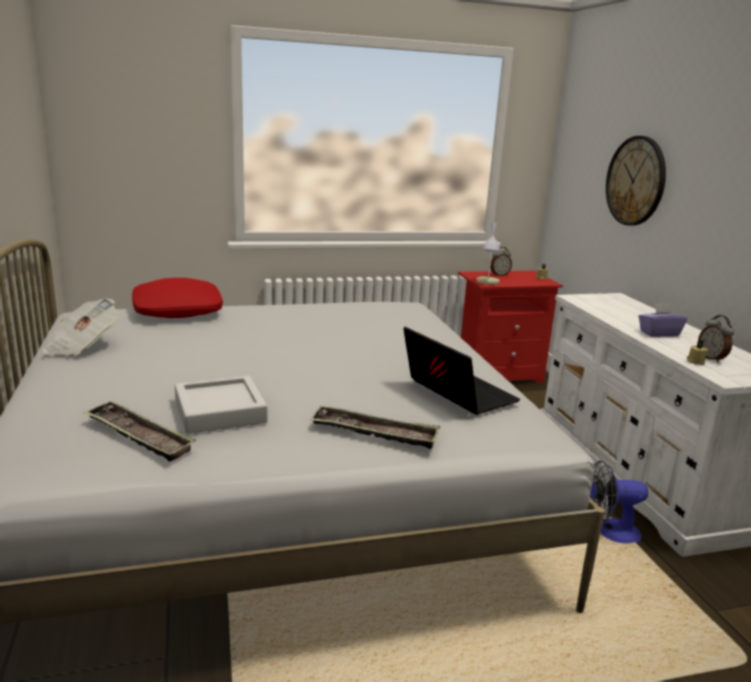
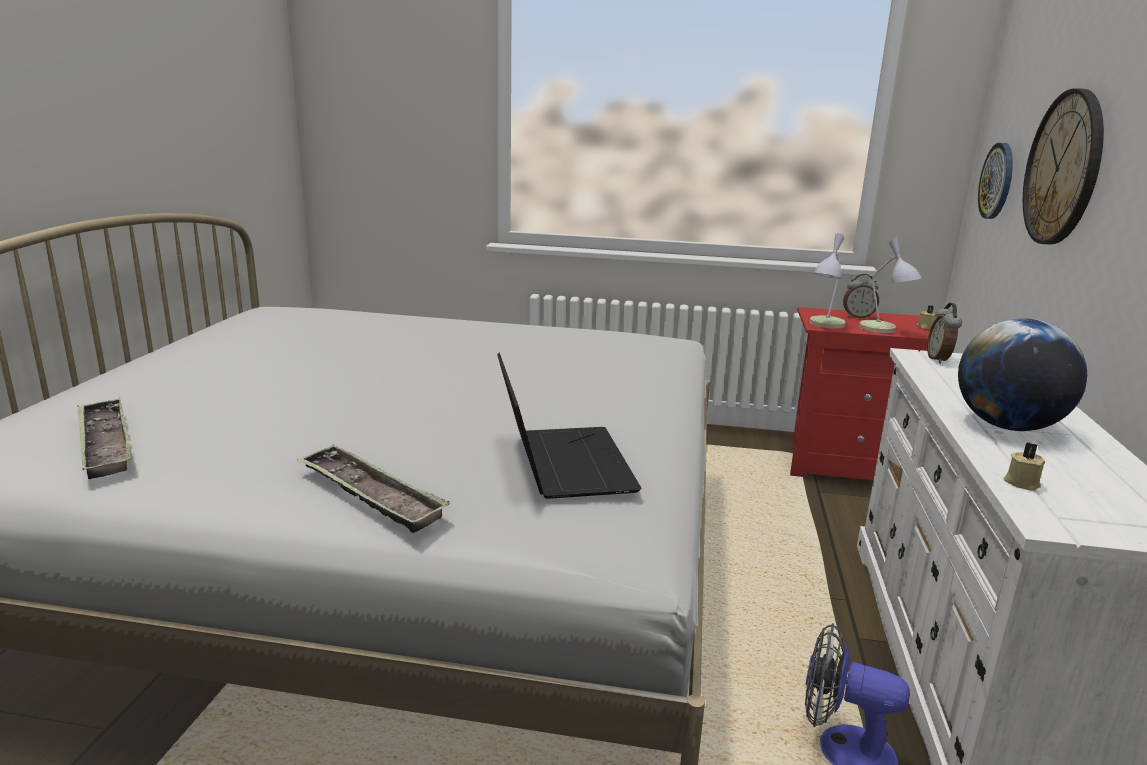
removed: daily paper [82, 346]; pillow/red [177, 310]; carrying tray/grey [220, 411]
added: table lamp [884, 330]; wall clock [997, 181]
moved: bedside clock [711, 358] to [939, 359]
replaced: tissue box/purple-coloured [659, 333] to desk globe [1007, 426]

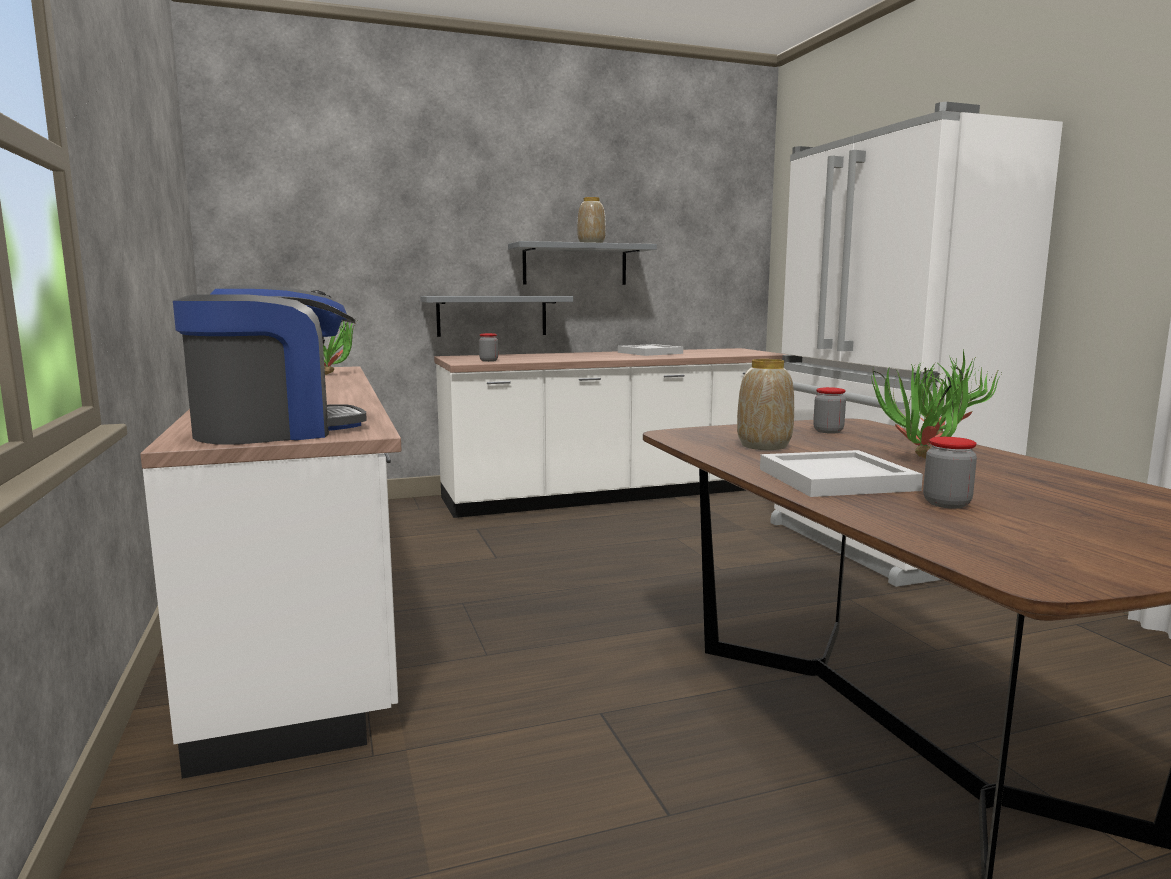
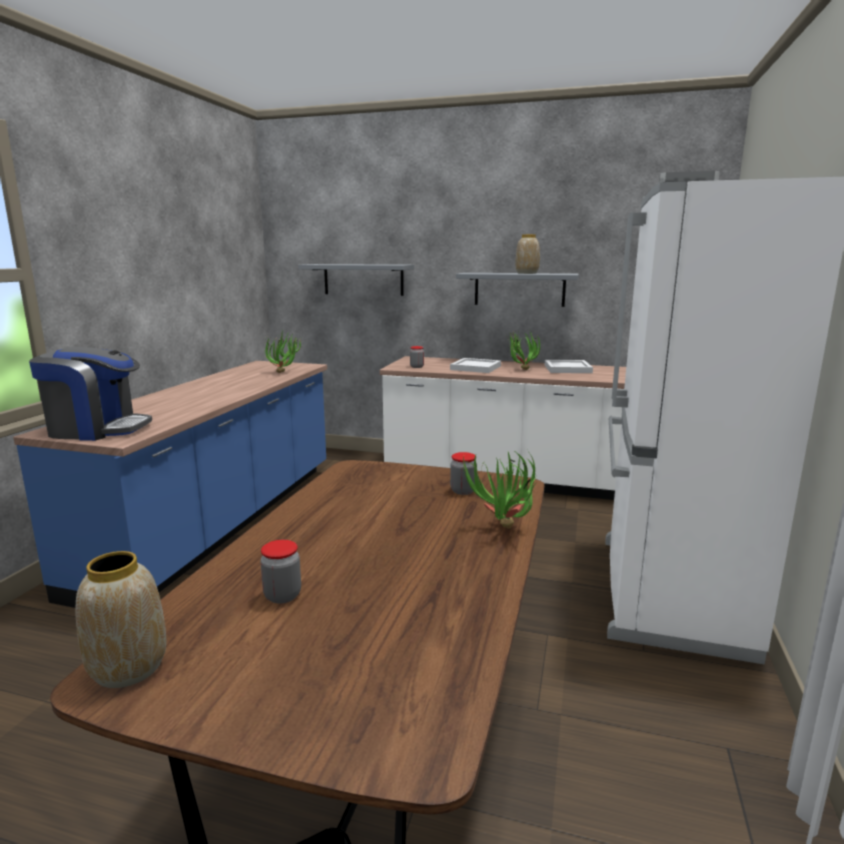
moved: flower vase [764, 446] to [128, 668]; wall shelf/grey [492, 316] to [363, 279]; carrying tray/whitish [838, 479] to [476, 368]; plant in a pot [917, 460] to [520, 370]
recoloured: counter/whitish [306, 610] to counter/bluish [221, 522]

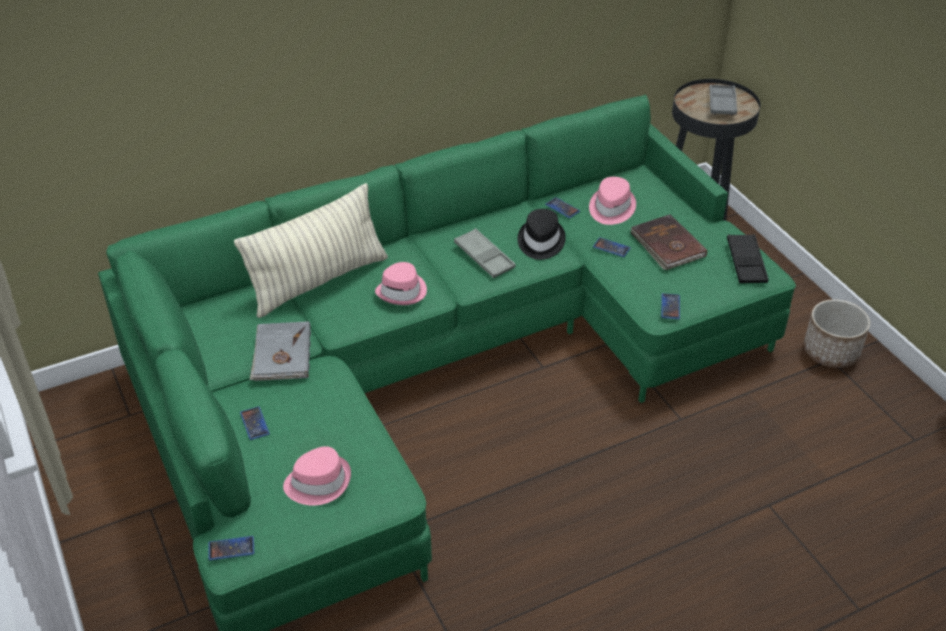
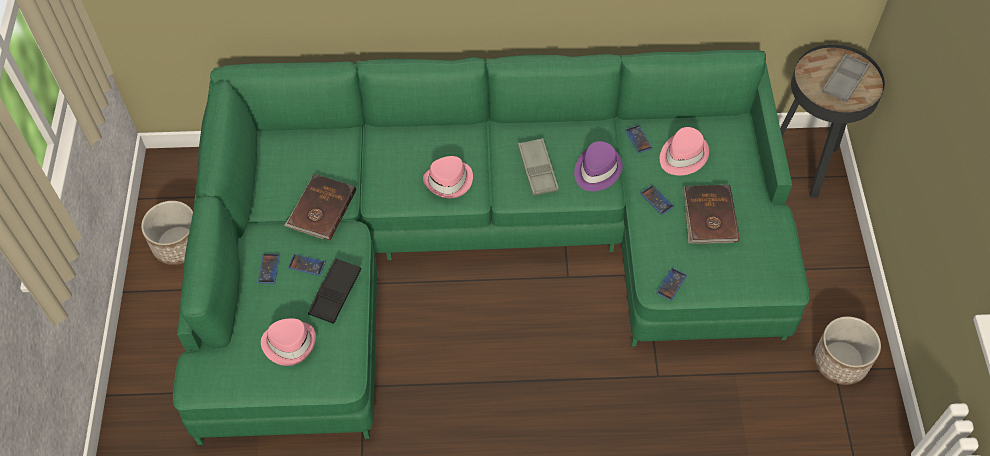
removed: pillow [318, 281]
added: flower pot [178, 244]
moved: handset [231, 548] to [306, 265]; carrying tray/black [746, 263] to [335, 293]
recoloured: book/grey [281, 354] to book/brownish [321, 209]; hat/black [540, 241] to hat/purple-coloured [596, 170]

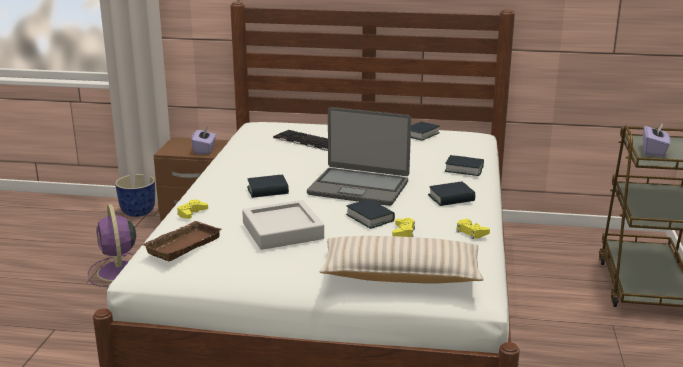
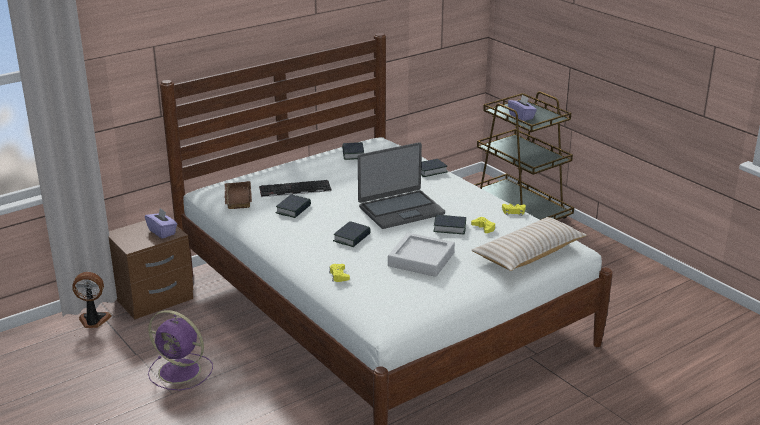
moved: carrying tray/brownish [182, 244] to [236, 198]; book [451, 198] to [293, 209]
replaced: flower pot [137, 212] to fan [93, 321]

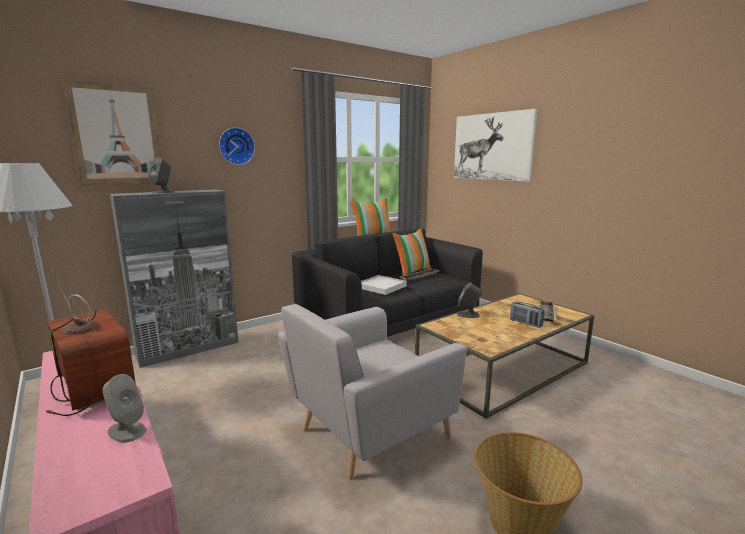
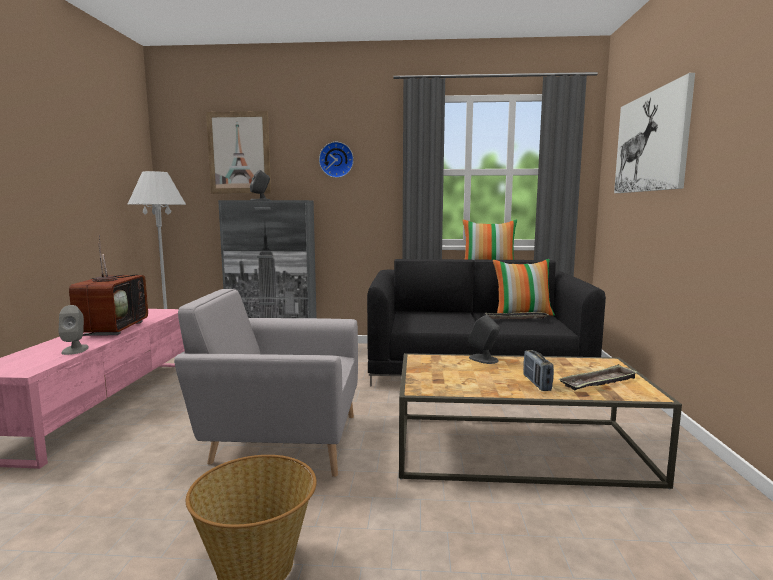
removed: carrying tray/whitish [382, 287]

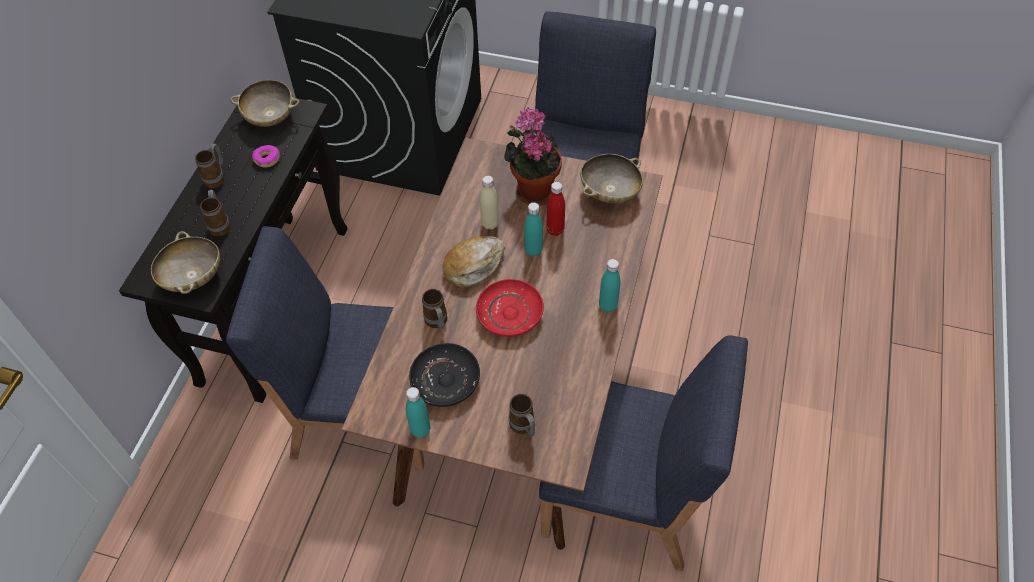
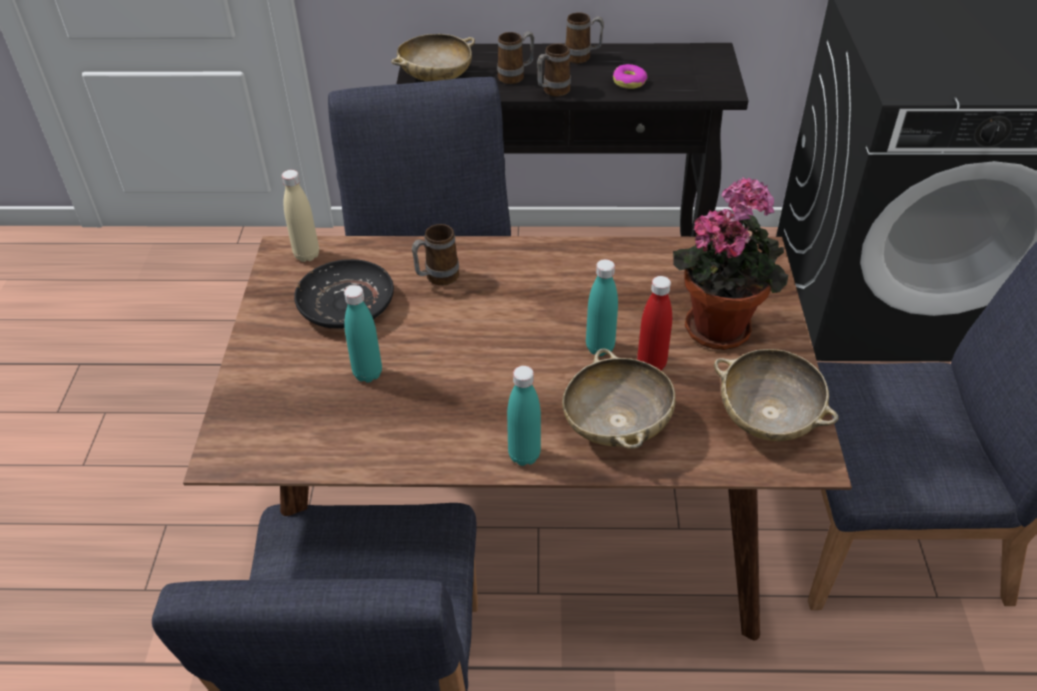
removed: baked bread [473, 265]; dinner plate/red [510, 314]
moved: drink bottle/beige [490, 224] to [307, 255]; drink bottle/turquoise [420, 430] to [368, 373]; tea mug [524, 427] to [552, 92]; serving bowl/beige [270, 117] to [616, 425]

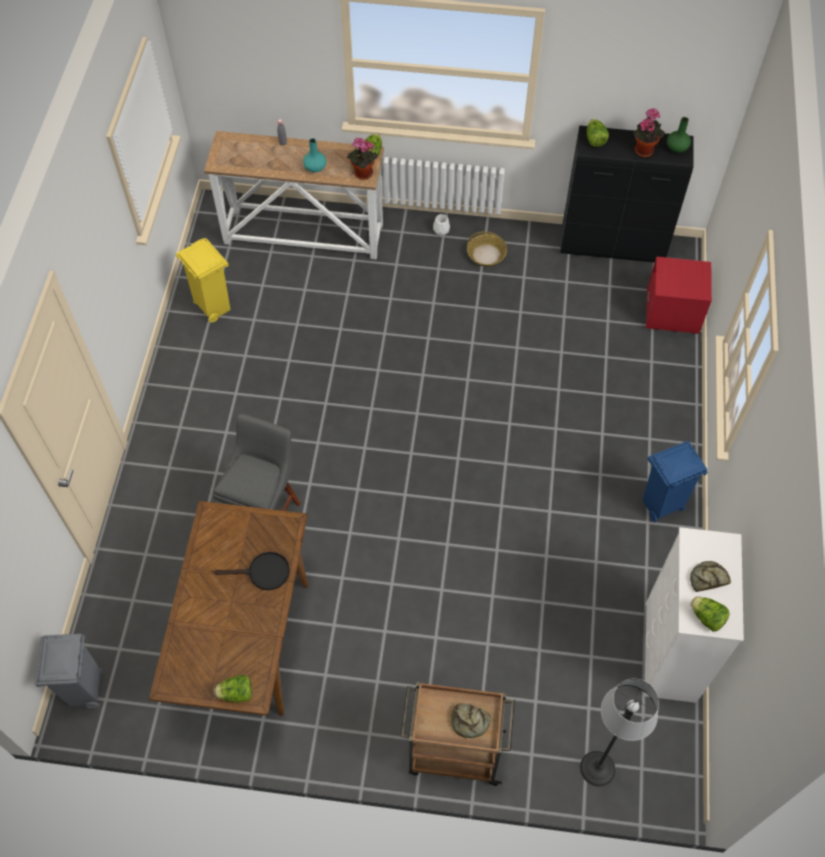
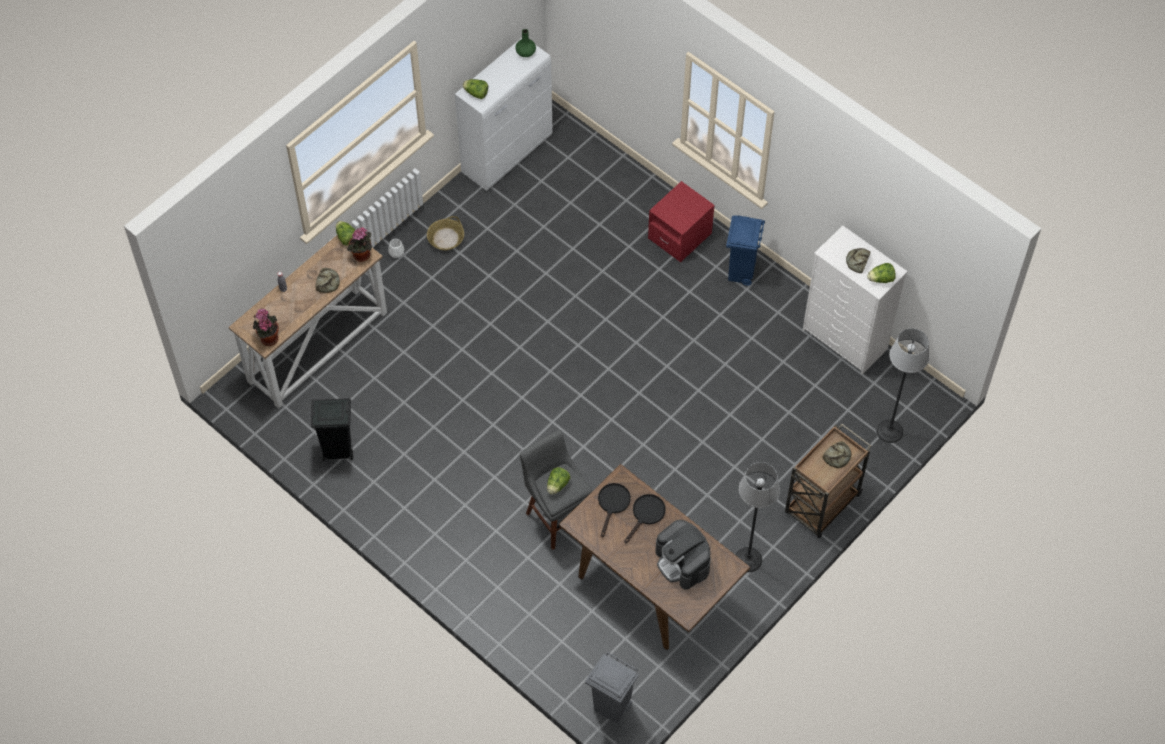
added: pan/black [613, 504]; coffee brewer [682, 562]; floor lamp [748, 559]
moved: plant in a pot [644, 149] to [268, 337]; head of lettuce [236, 693] to [557, 485]; bedside table/red [672, 312] to [680, 236]
replaced: flower vase/turquoise [315, 167] to baked bread [328, 282]
recoloured: waste bin/yellow [213, 307] to waste bin/black [337, 450]; storage cabinet/black [613, 245] to storage cabinet/whitish [507, 154]

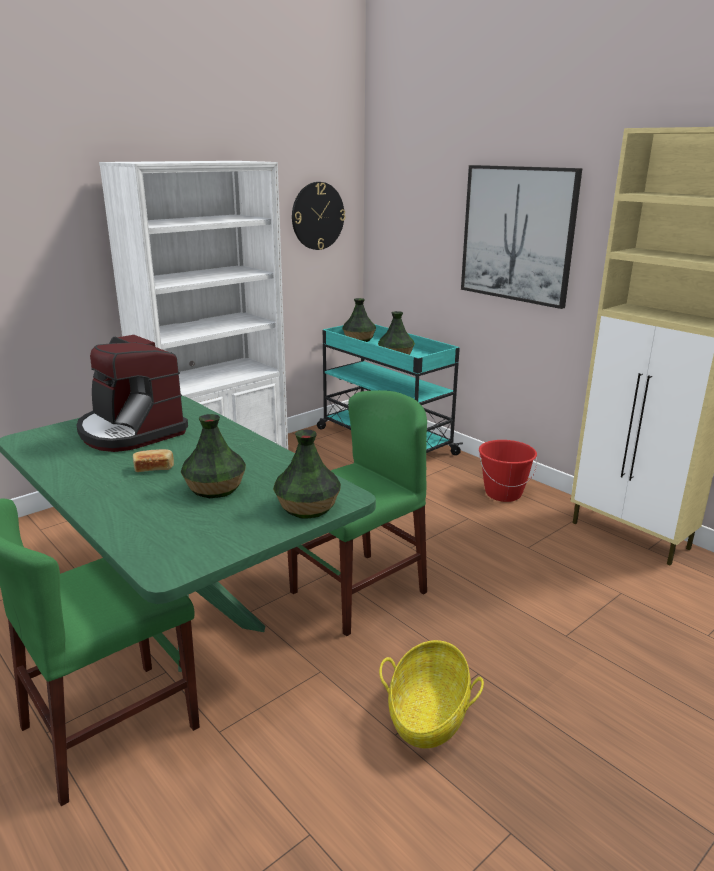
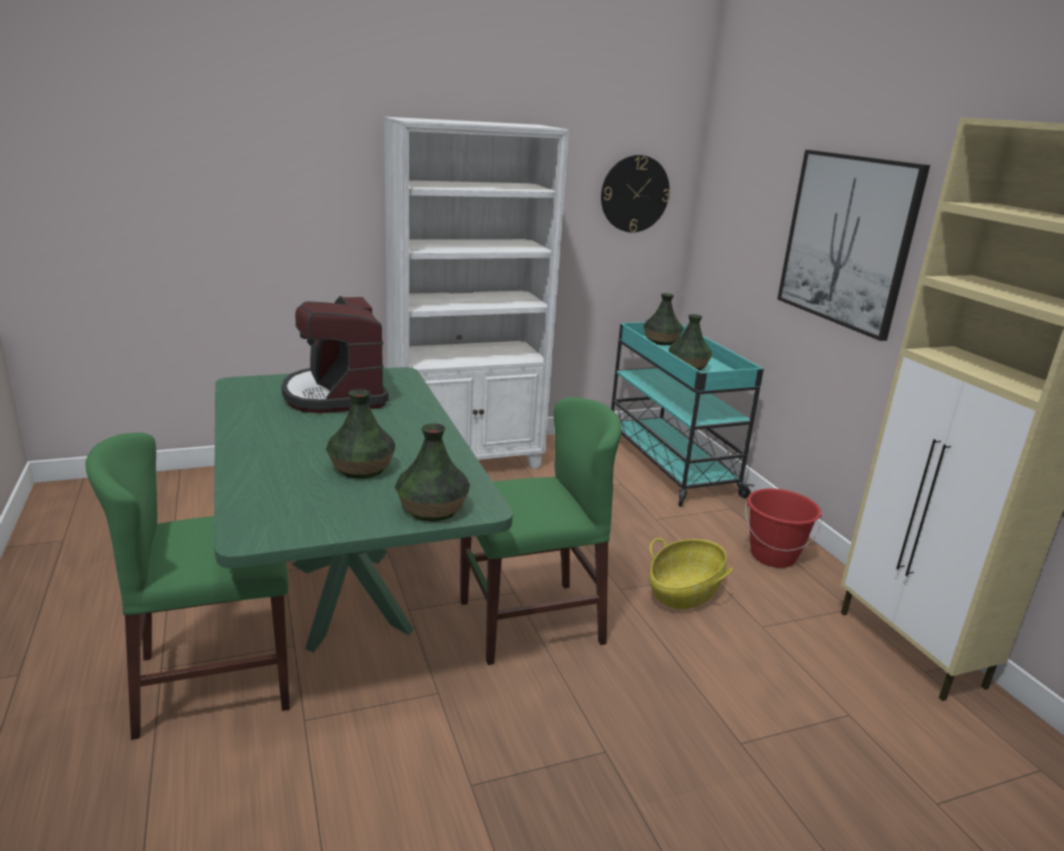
removed: baked bread [154, 468]
moved: basket [428, 715] to [684, 592]

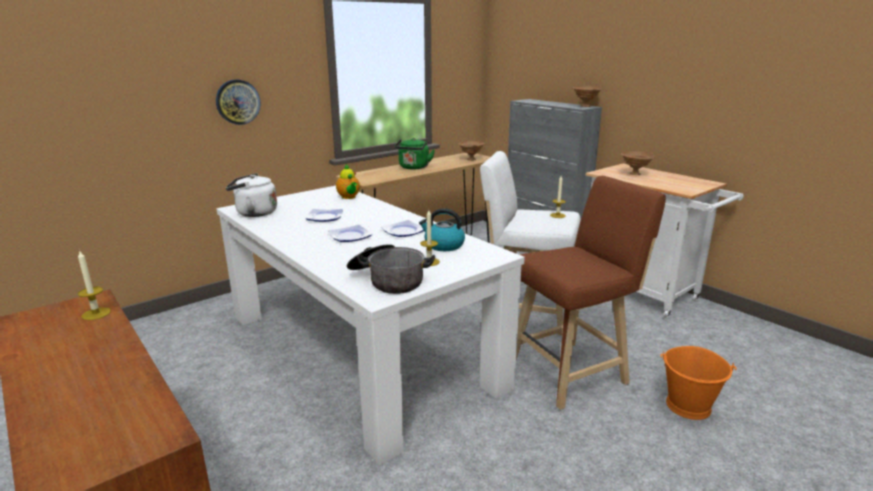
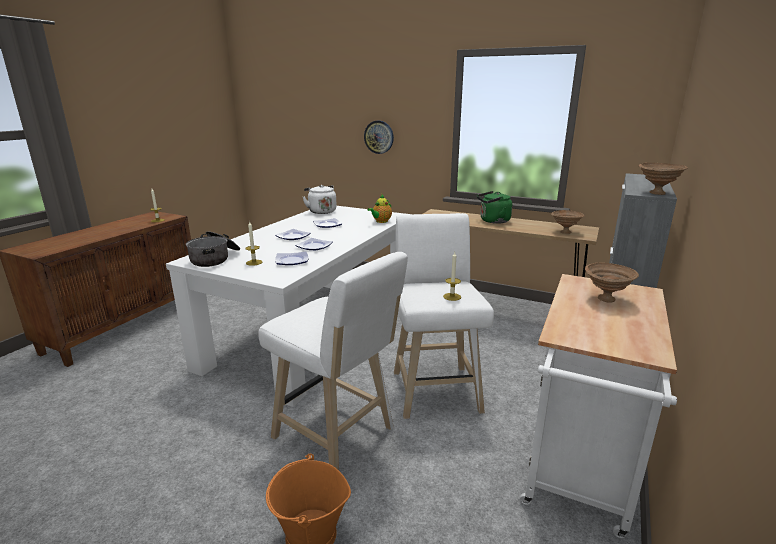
replaced: water kettle [443, 245] to dinner plate [291, 261]
recoloured: stool/brownish [572, 372] to stool/whitish [338, 436]

